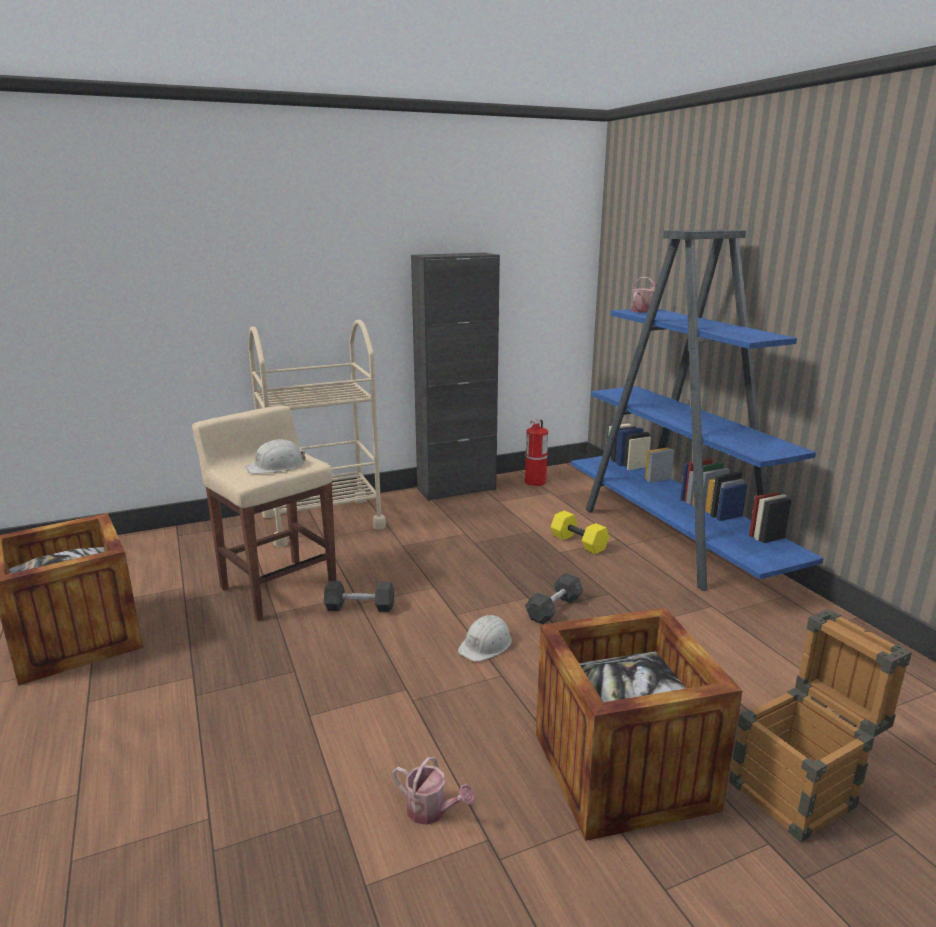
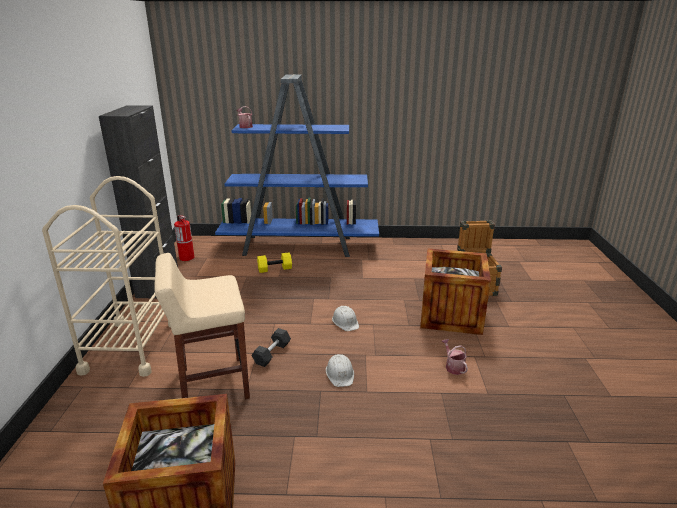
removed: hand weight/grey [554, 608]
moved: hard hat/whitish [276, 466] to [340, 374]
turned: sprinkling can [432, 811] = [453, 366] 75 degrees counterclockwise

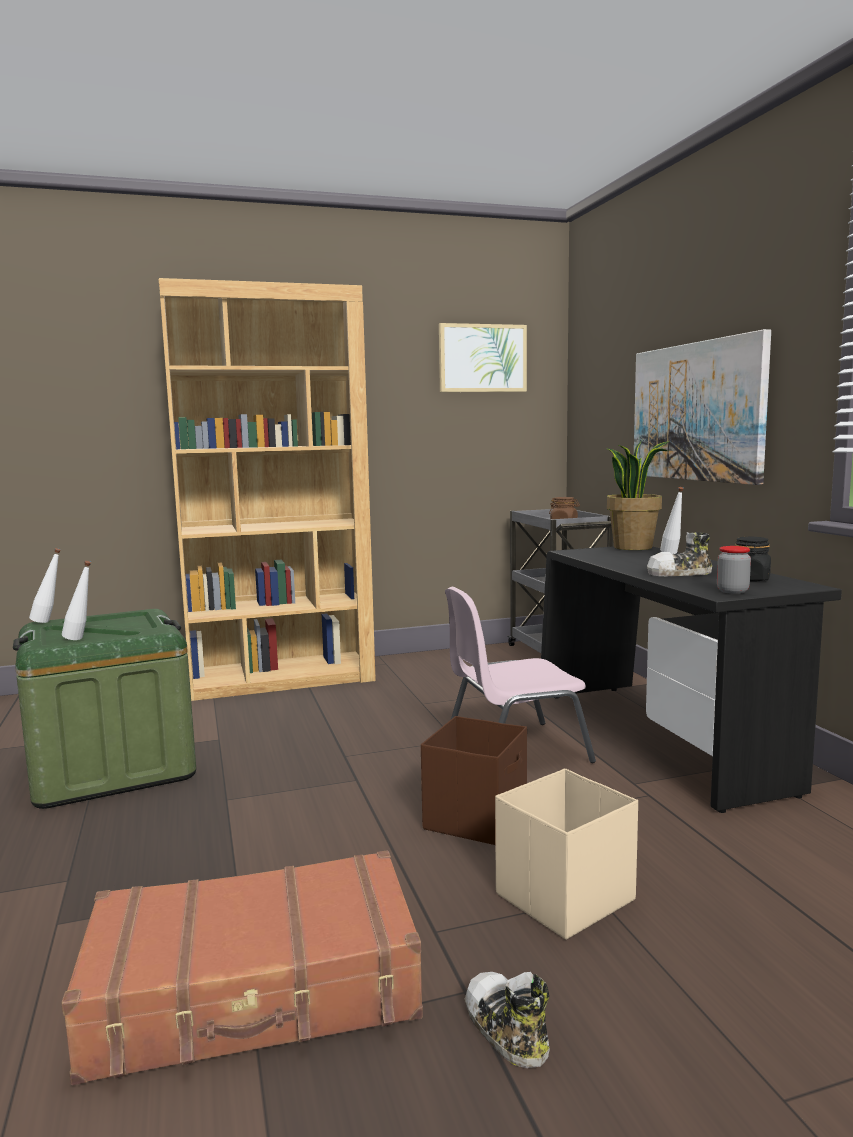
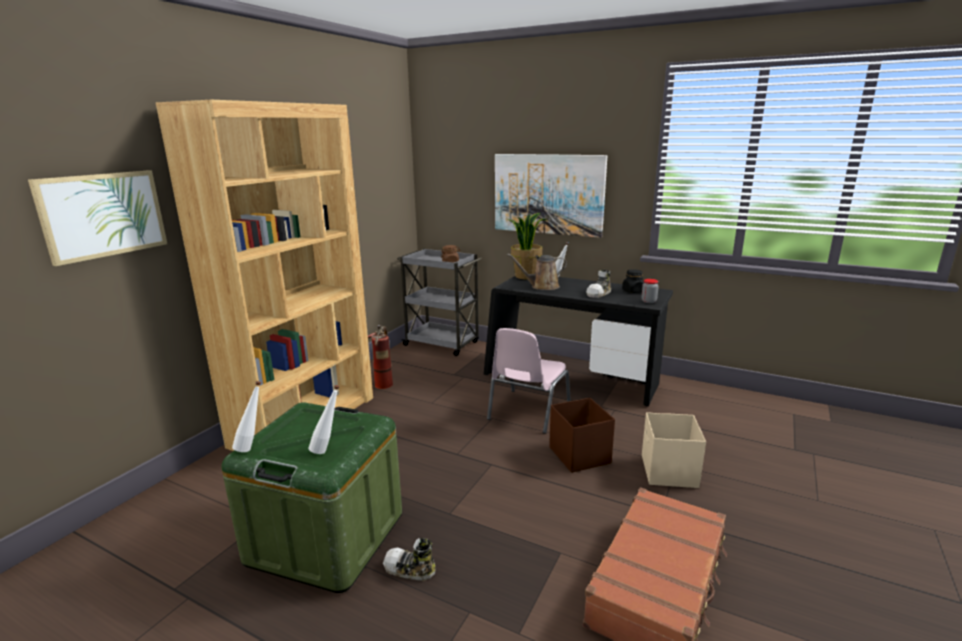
added: extinguisher [382, 382]; sprinkling can/brownish [542, 287]
moved: wall art [482, 358] to [103, 215]; shoe [505, 1030] to [409, 569]

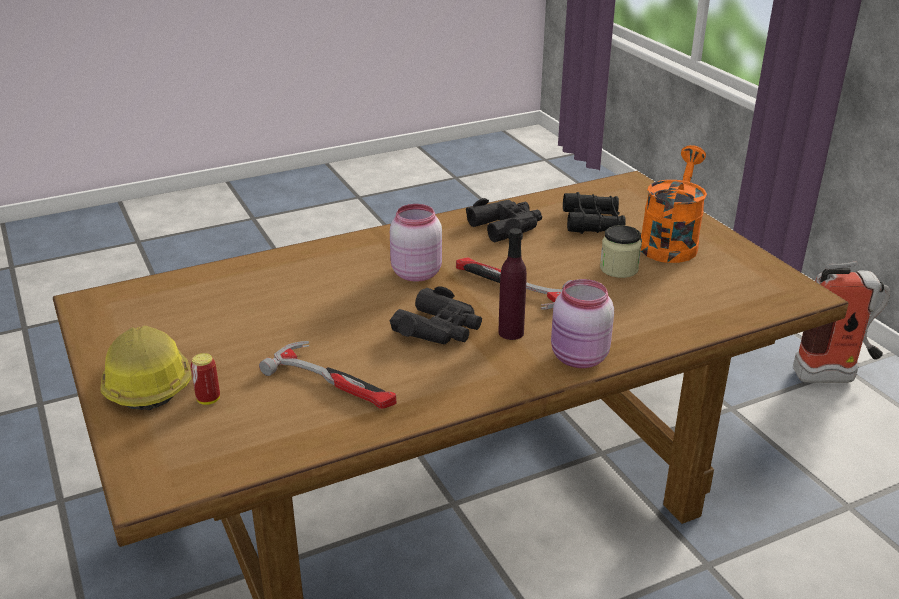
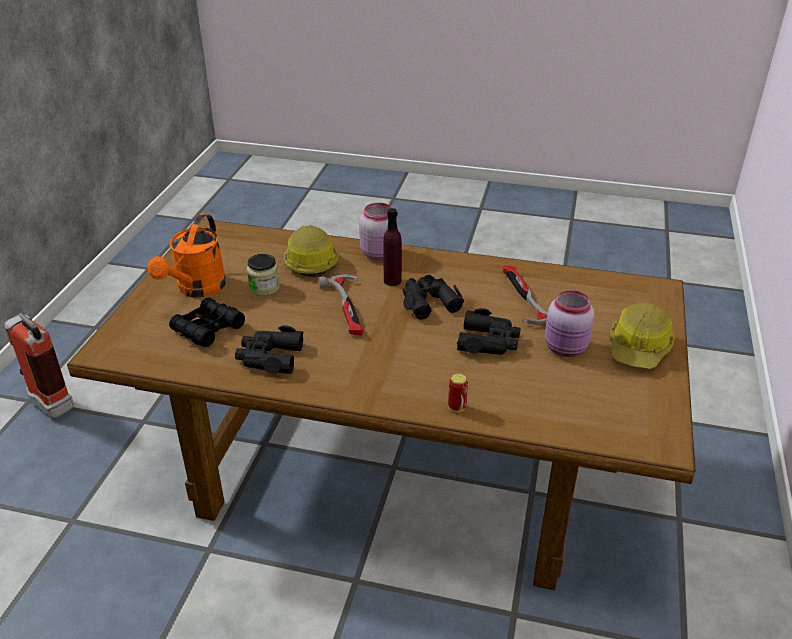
added: hard hat [310, 261]; field glasses/black [488, 341]
moved: metal can [208, 400] to [457, 407]; preserve jar/pink [415, 273] to [566, 348]
turned: sprinkling can/orangey [670, 242] = [197, 289] 45 degrees counterclockwise

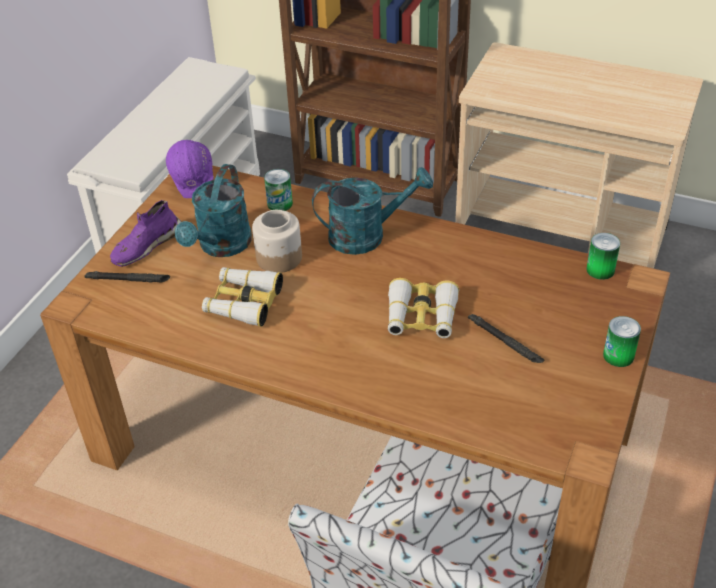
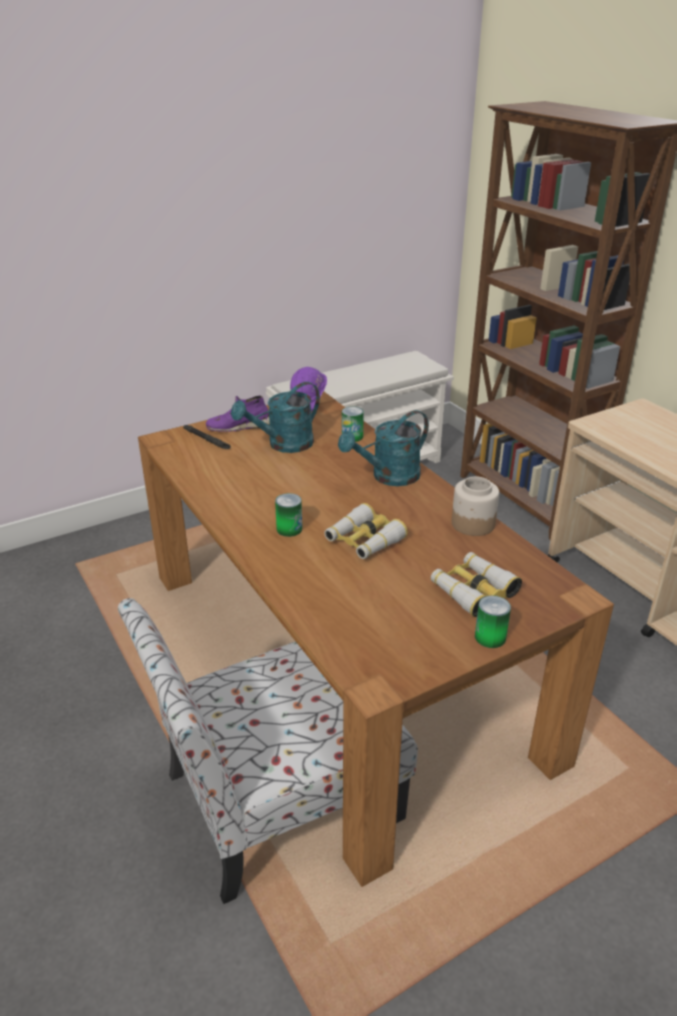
removed: flashlight/black [504, 341]
moved: metal can [600, 270] to [289, 529]; field glasses [243, 302] to [473, 590]; preserve jar [278, 258] to [472, 523]
turned: sprinkling can/turquoise [367, 235] = [388, 477] 120 degrees clockwise

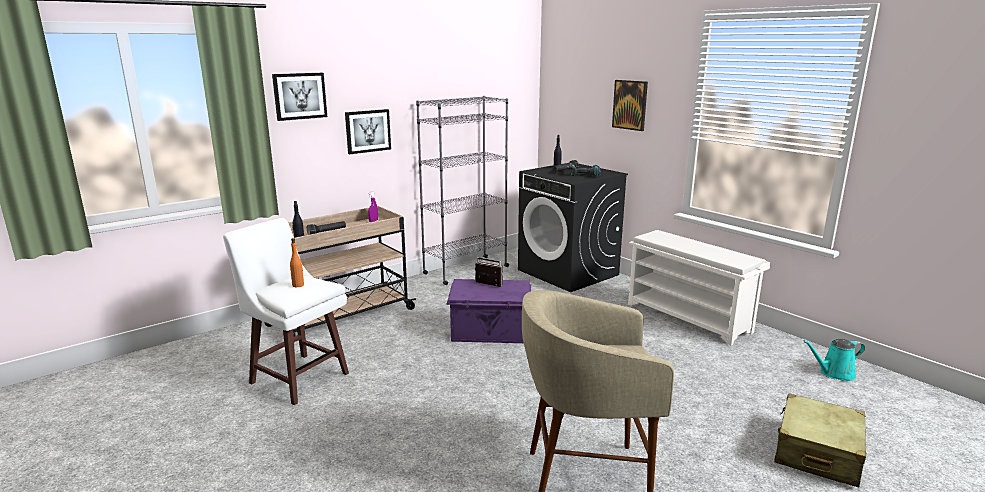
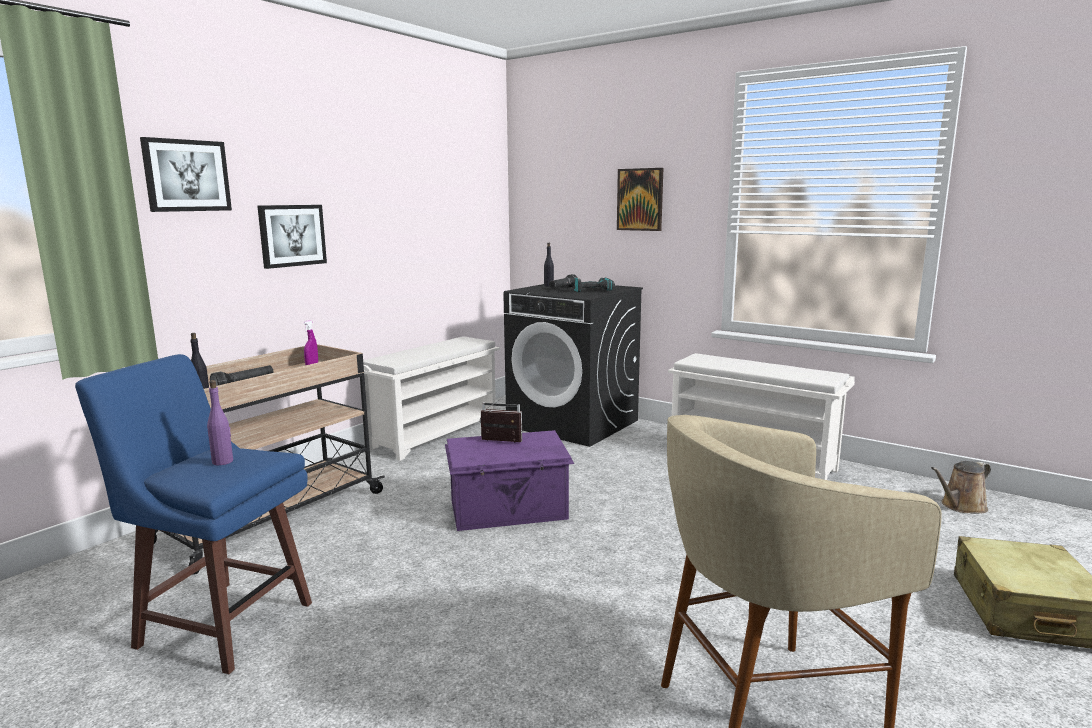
replaced: shelving unit/grey [465, 270] to shoe shelf/whitish [435, 434]
recoloured: stool/whitish [298, 377] to stool/bluish [223, 623]; drink bottle/orangey [298, 285] to drink bottle/purple-coloured [223, 461]; sprinkling can/turquoise [834, 373] to sprinkling can/brownish [961, 506]

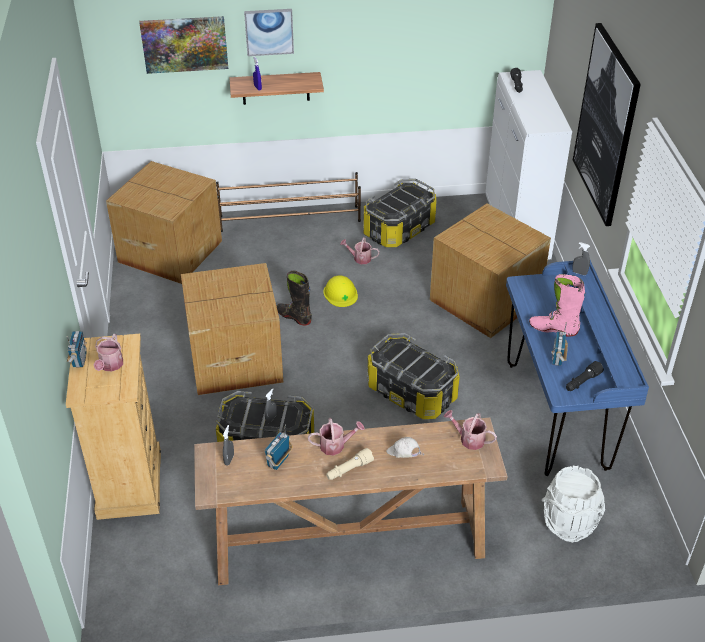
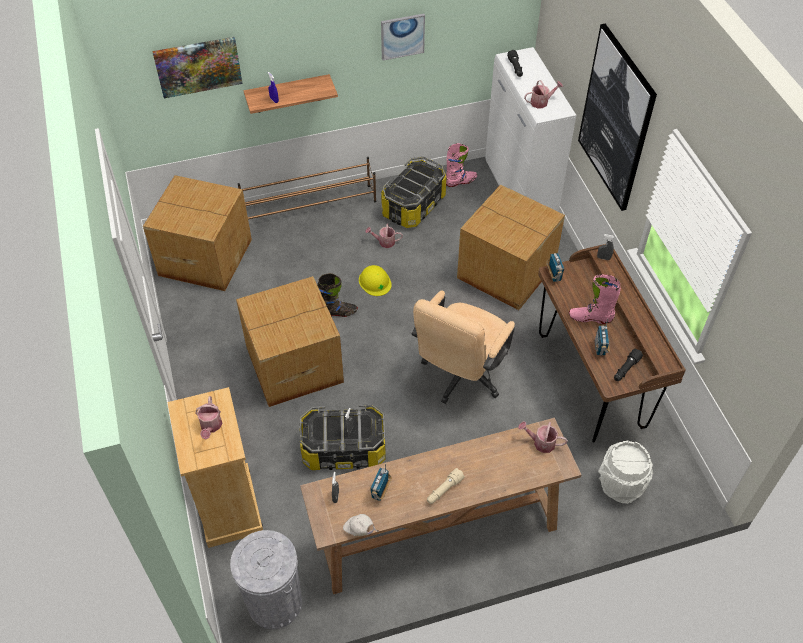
added: waste bin/grey [275, 602]; boot/pink [460, 181]
moved: cap/whitish [403, 456] to [359, 530]; wall art [269, 31] to [402, 36]; sprinkling can [335, 445] to [541, 102]; radio receiver [79, 360] to [554, 275]
replaced: storage container [411, 393] to desk chair/beige [460, 376]
recoloured: desk unit/bluish [557, 415] to desk unit/brownish [591, 380]
turned: boot/black [294, 317] = [338, 312] 150 degrees clockwise

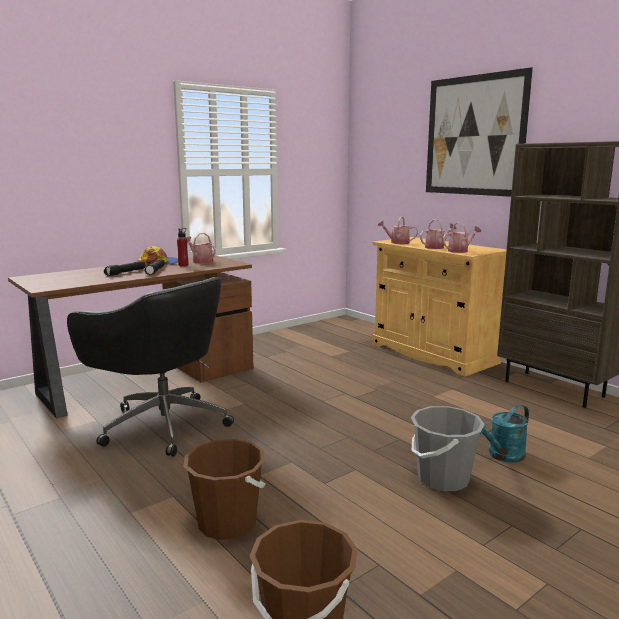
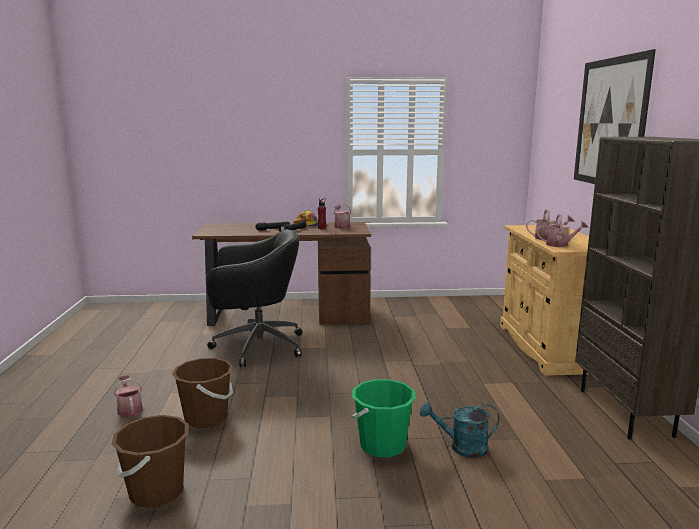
moved: sprinkling can [397, 242] to [129, 409]
recoloured: water bucket/grey [443, 479] to water bucket/green-coloured [382, 445]
turned: desk chair/black [162, 424] = [256, 346] 75 degrees counterclockwise

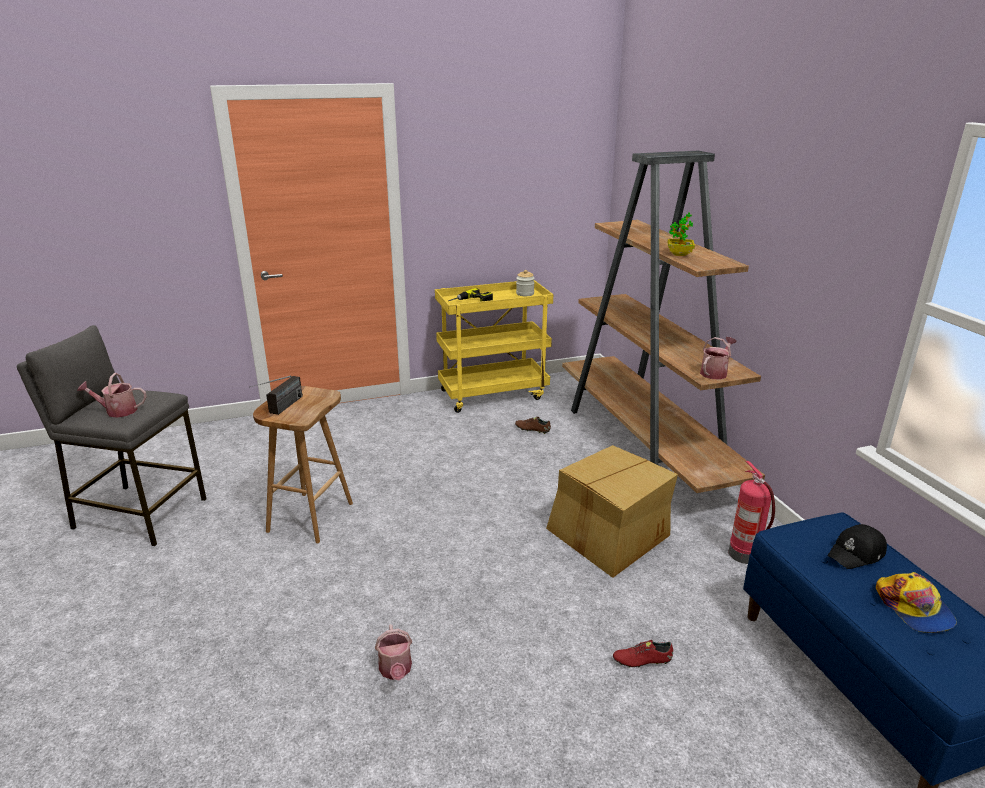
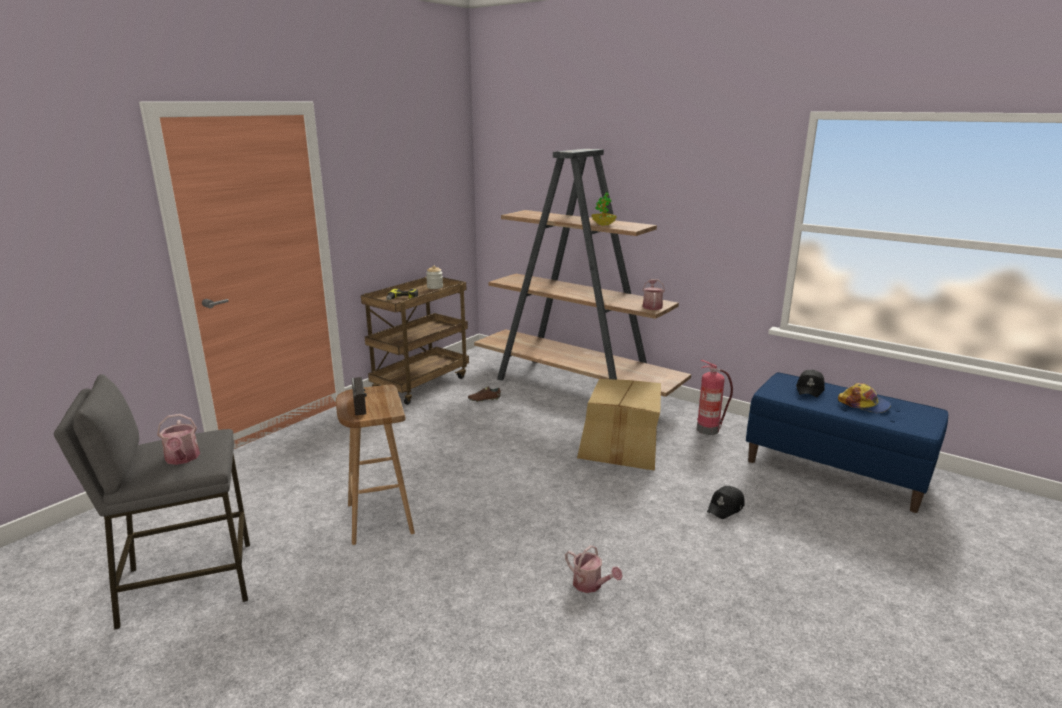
replaced: shoe/red [642, 660] to cap/black [726, 507]
recoloured: cart/yellow [493, 394] to cart/brownish [421, 383]
turned: sprinkling can [117, 411] = [182, 459] 75 degrees counterclockwise

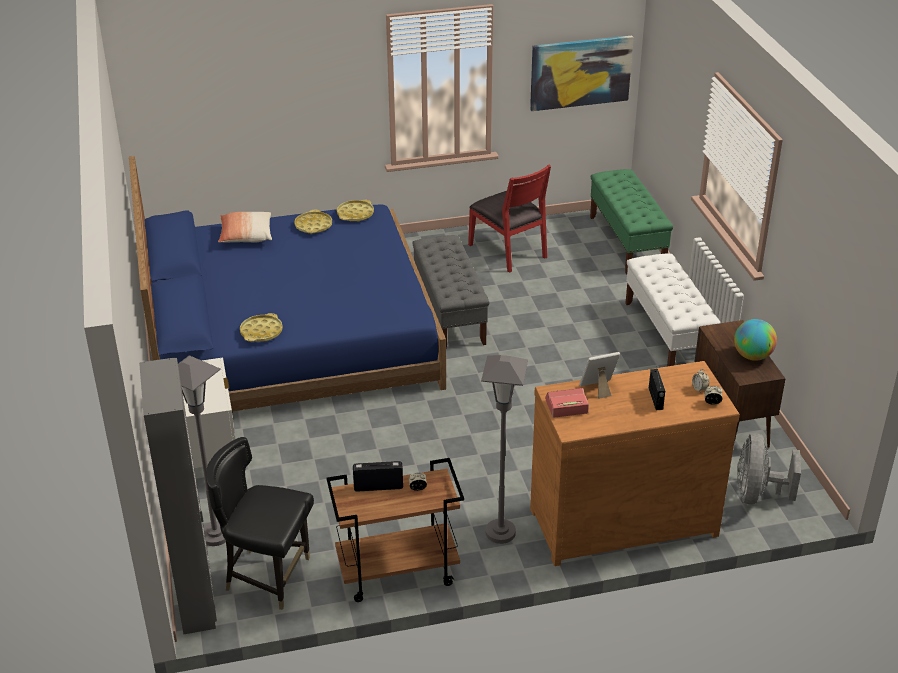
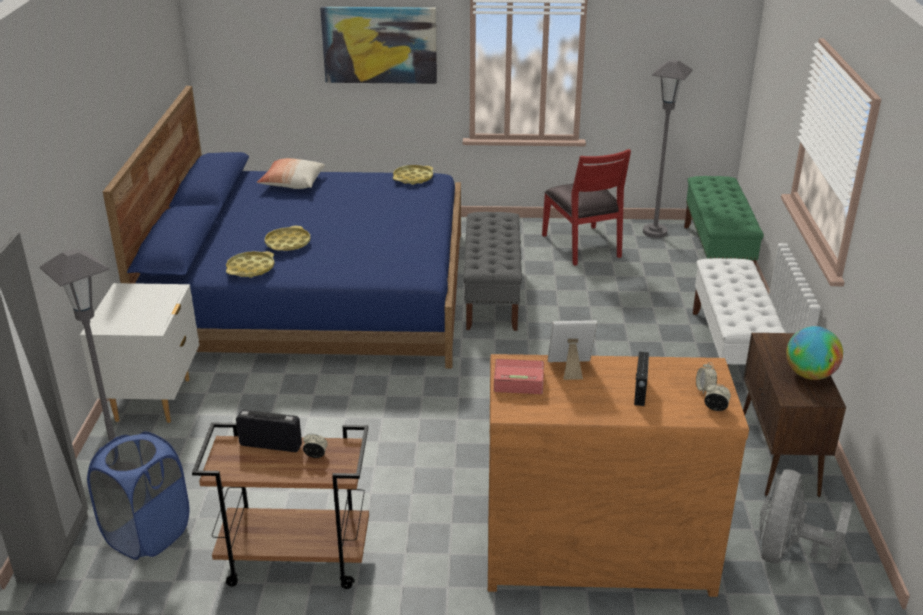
moved: carrying tray/yellow [313, 226] to [288, 243]; wall art [580, 72] to [379, 45]; floor lamp/grey [500, 533] to [654, 232]
replaced: upright chair/black [268, 576] to hamper/bluish [148, 534]

